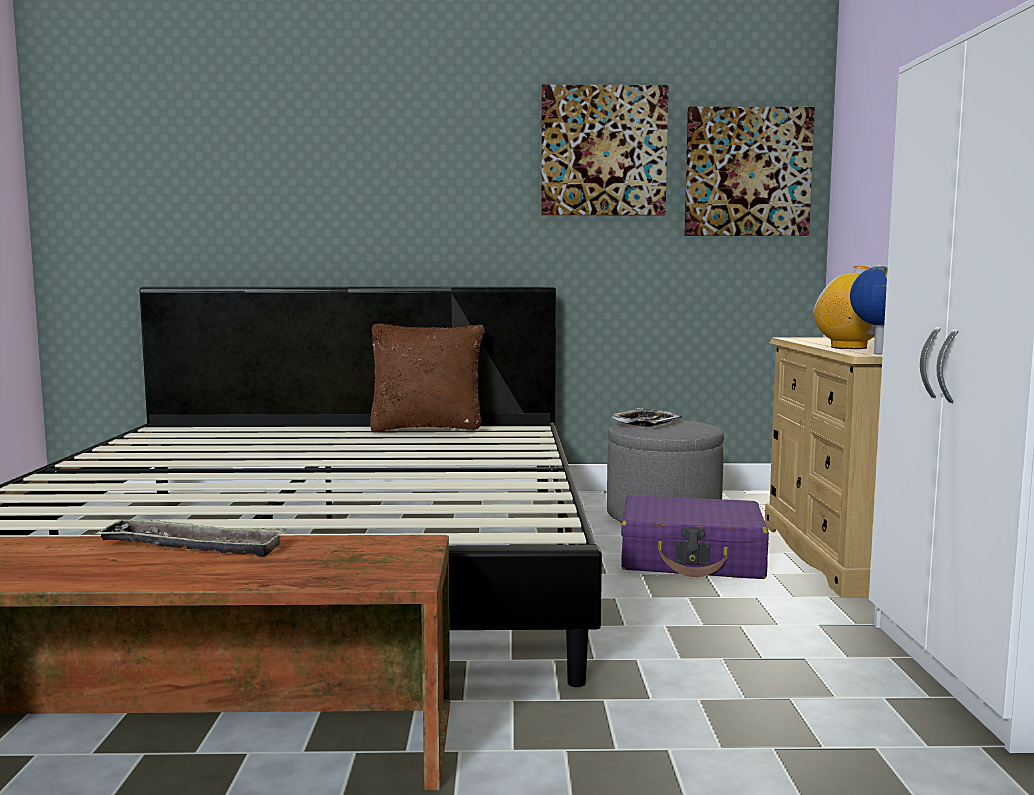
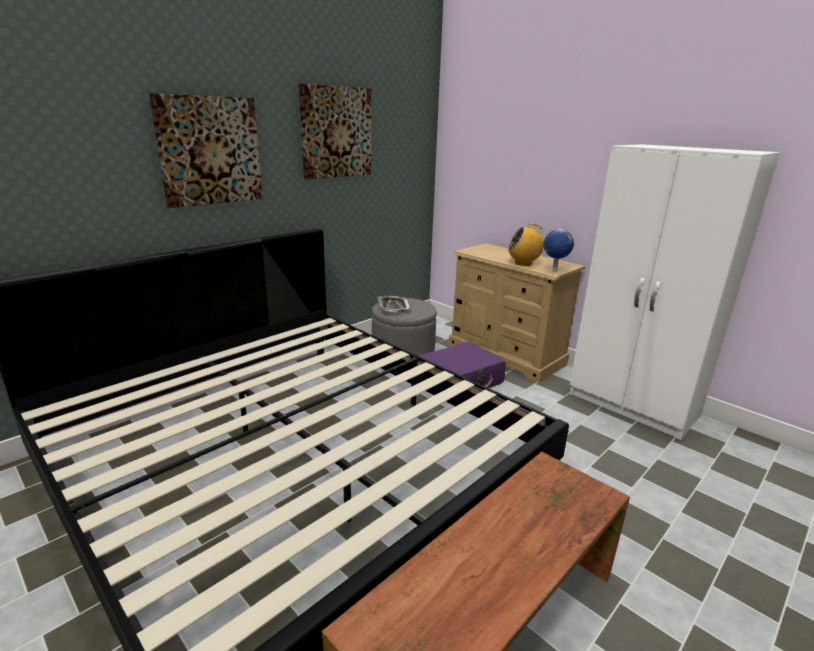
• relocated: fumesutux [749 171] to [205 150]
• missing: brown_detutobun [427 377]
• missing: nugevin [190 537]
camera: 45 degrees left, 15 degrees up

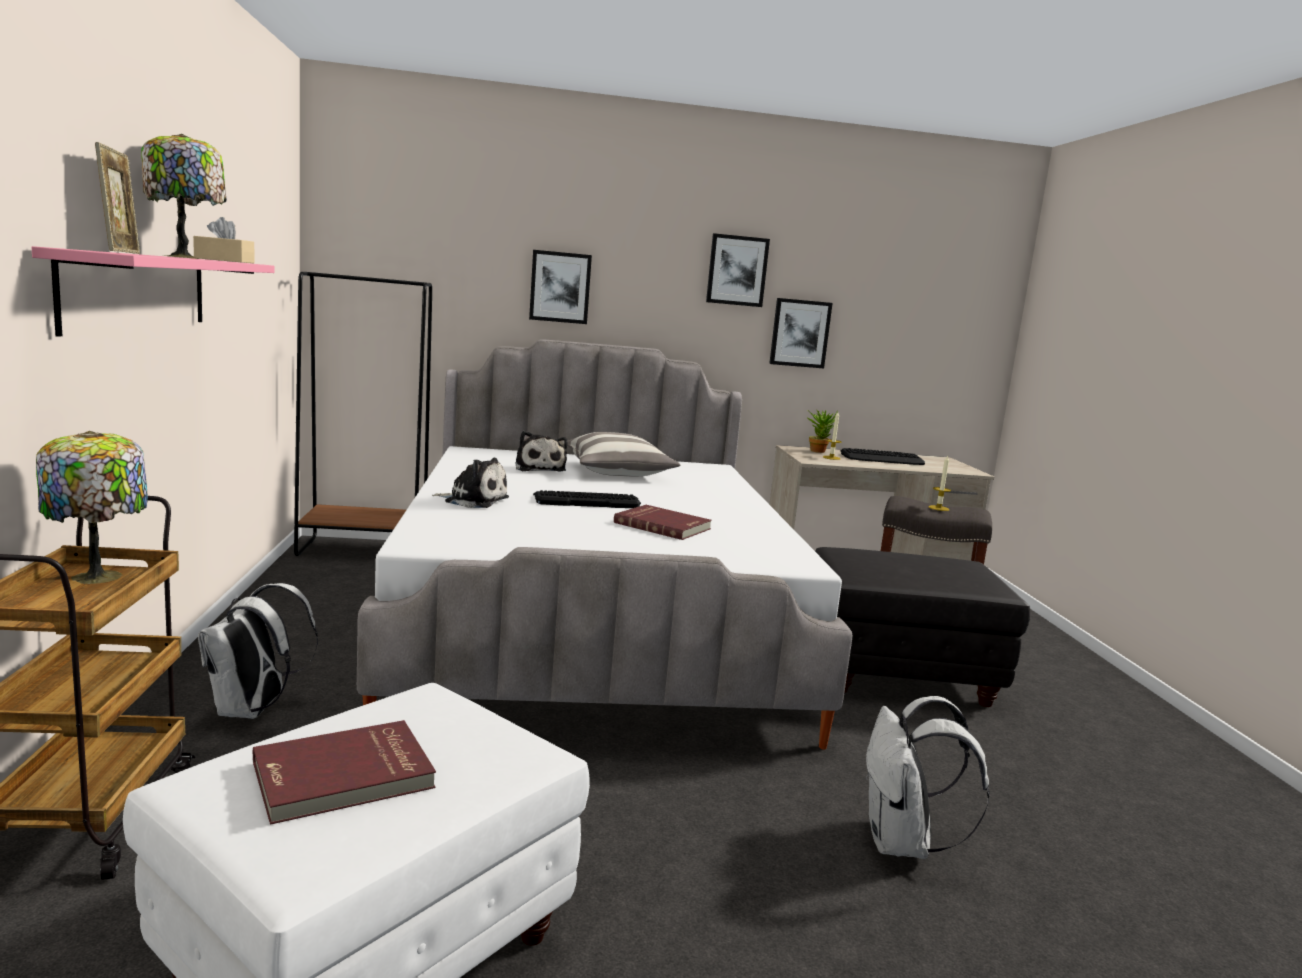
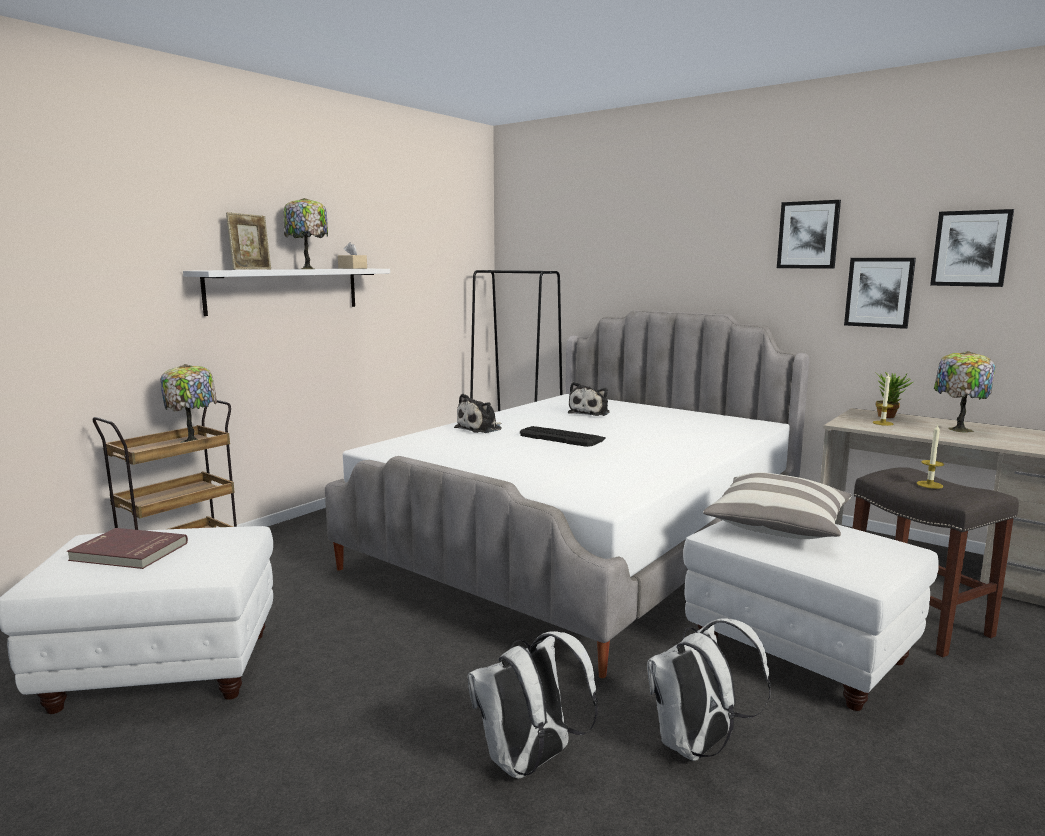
• colour: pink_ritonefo [152 291] to white_ritonefo [286 292]
• relocated: fumesutux [560 287] to [972 248]
• relocated: detutobun [623 454] to [777 505]
• exchanged: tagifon [882 456] to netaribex [964 392]
• spun: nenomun [470 483] = [478 413] 75 degrees clockwise
• missing: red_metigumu [663 522]
• colour: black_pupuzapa [922 627] to white_pupuzapa [811 615]
• relocated: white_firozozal [258 651] to [709 689]
camera: 45 degrees right, 0 degrees up

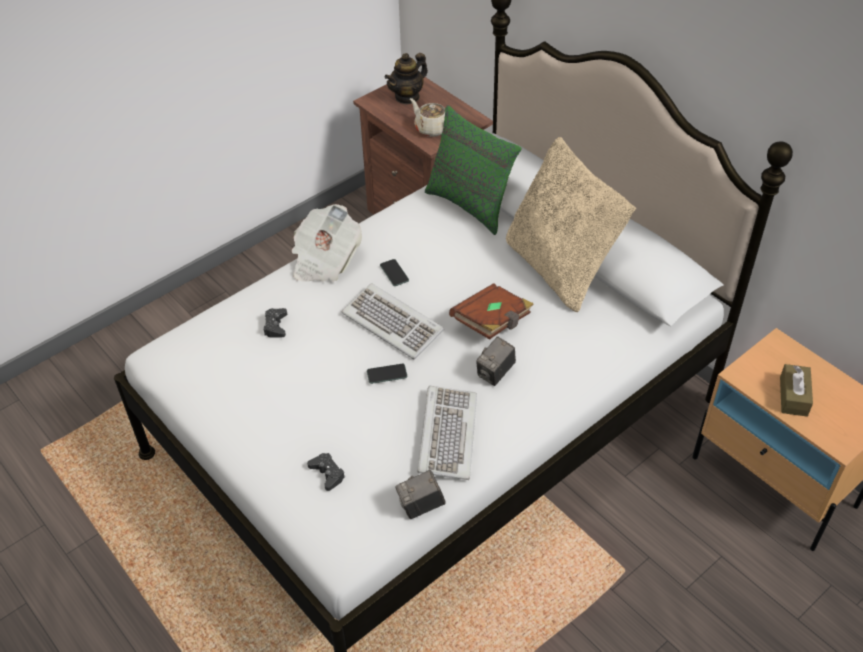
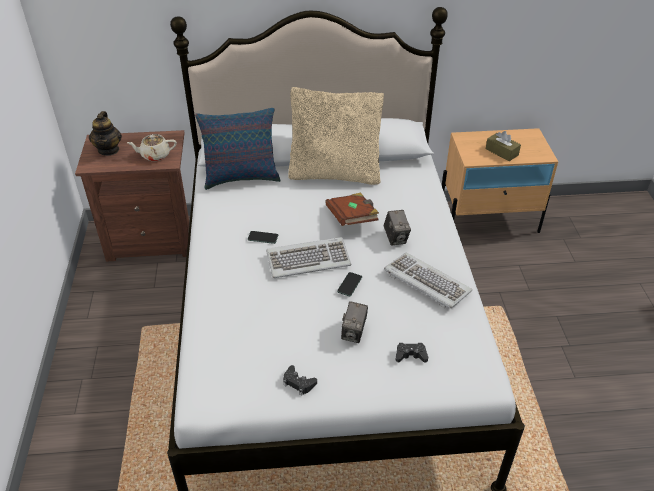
• colour: green_detutobun [473 170] to blue_detutobun [238 149]
• missing: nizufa [327 243]
• relocated: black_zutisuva [275 322] to [300 380]
• relocated: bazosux [420 494] to [354 322]
camera: 55 degrees left, 5 degrees down

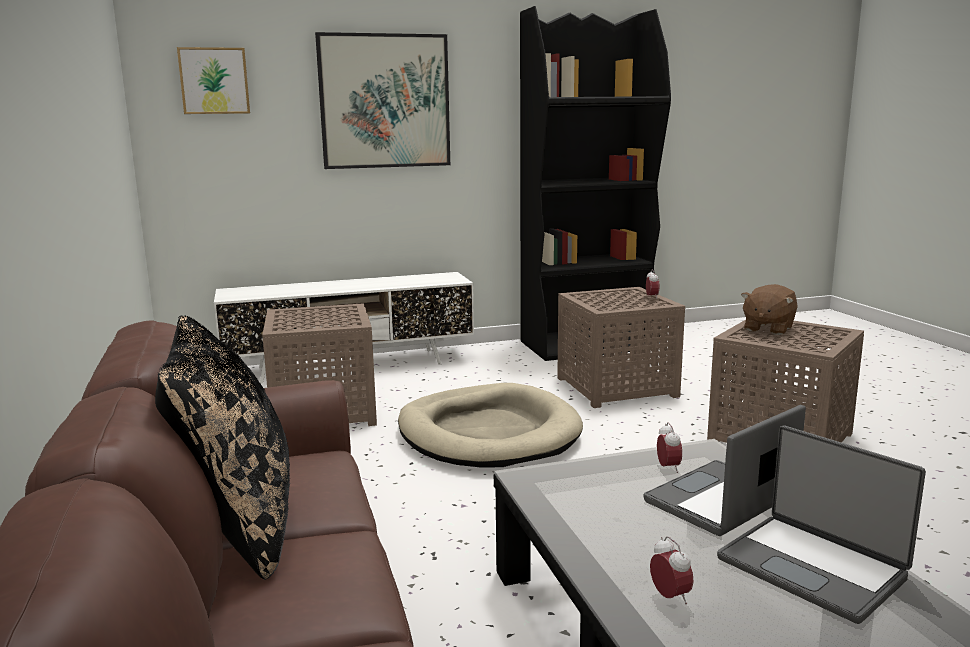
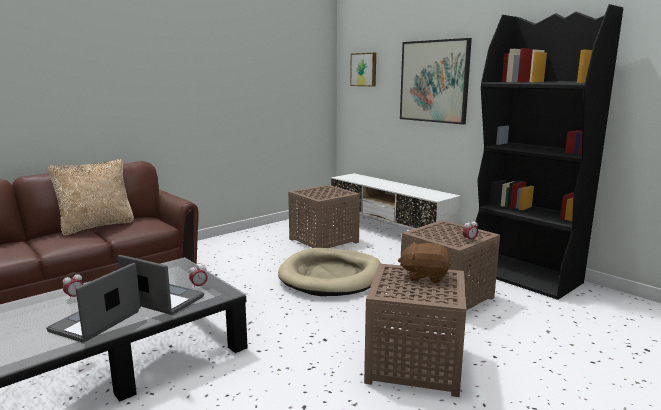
• colour: black_detutobun [222 447] to beige_detutobun [91 197]
camera: 65 degrees right, 0 degrees up

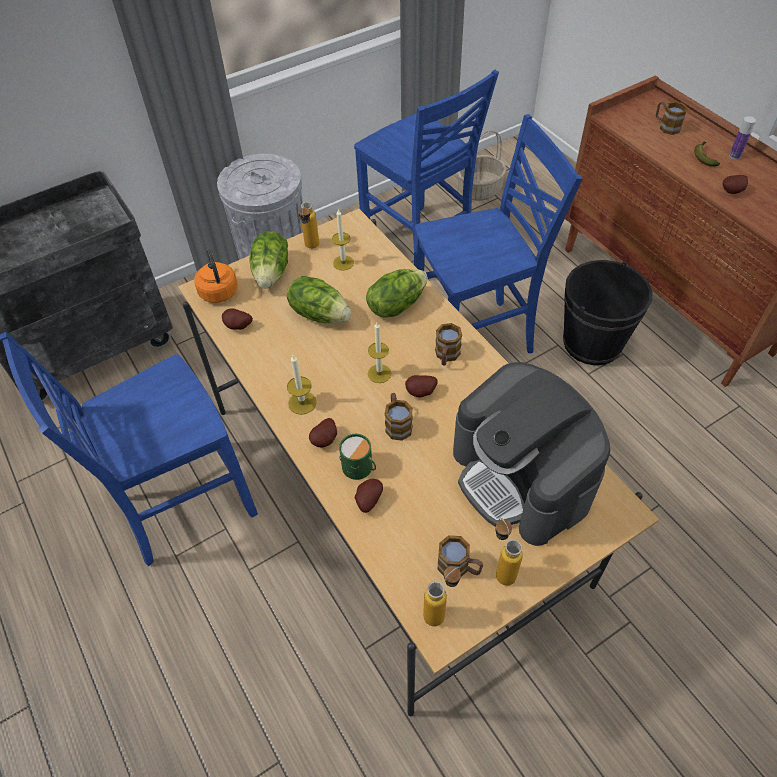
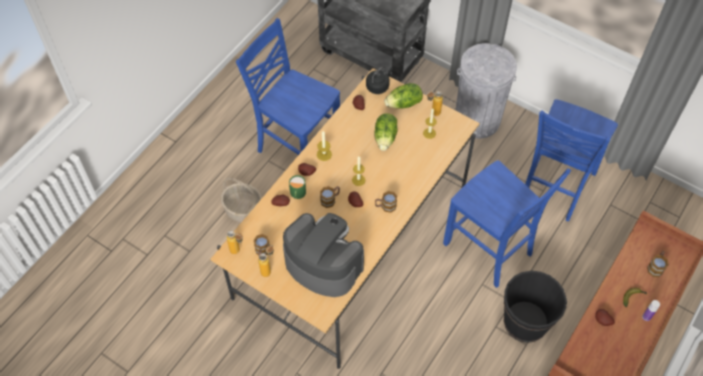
• relocated: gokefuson [481 165] to [241 200]
• colour: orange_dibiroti [216 276] to black_dibiroti [379 80]
• missing: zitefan [397 293]
• spun: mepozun [531 454] = [323 255] 90 degrees clockwise
camera: 65 degrees right, 5 degrees up

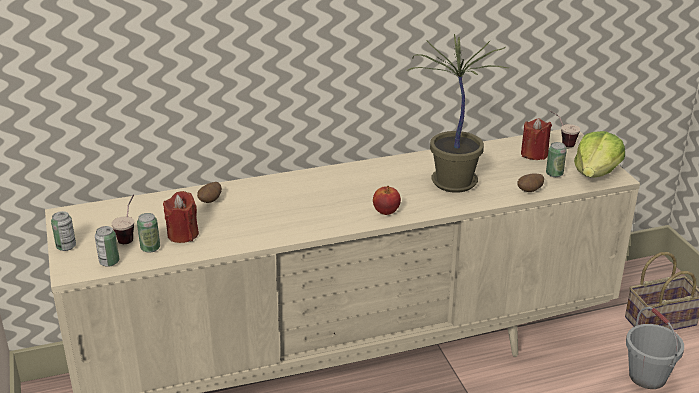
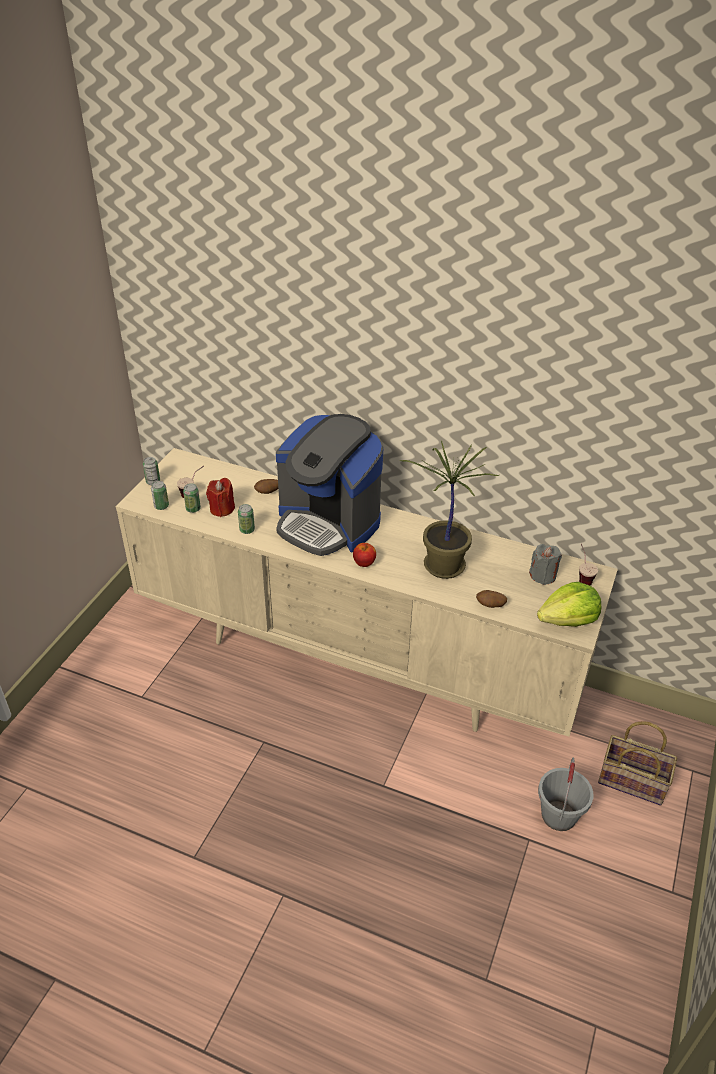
• colour: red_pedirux [536 139] to grey_pedirux [545 564]
• relocated: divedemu [556 159] to [246 519]
• appeared: mepozun [330 485]
camera: 40 degrees right, 10 degrees up

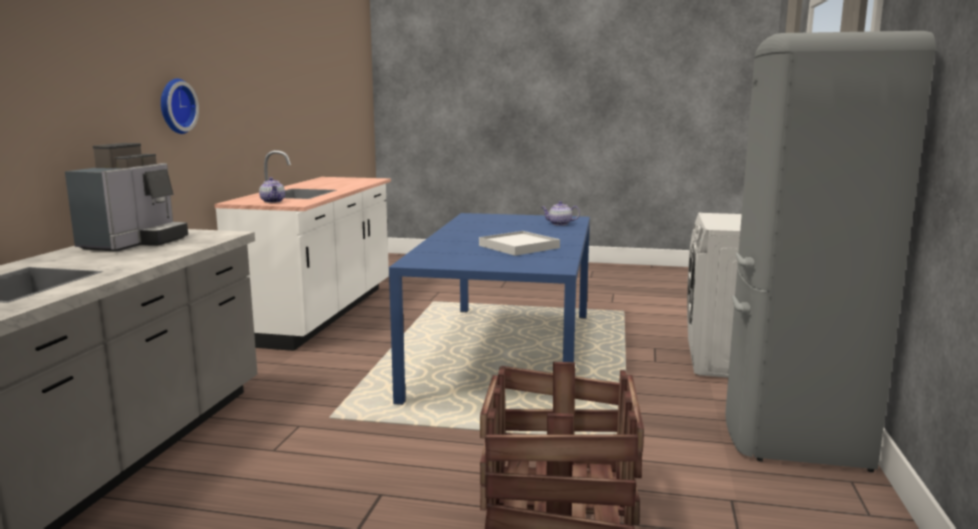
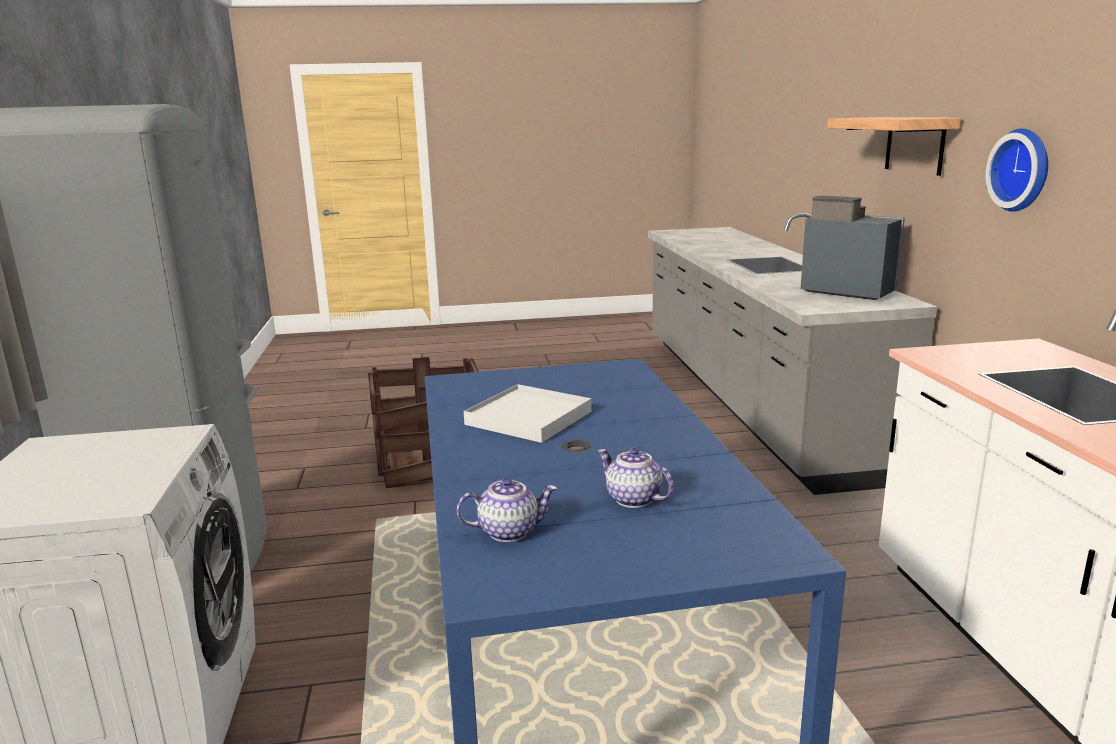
• spun: mepozun [126 197] = [853 248] 135 degrees clockwise
• relocated: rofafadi [272 190] to [636 478]
• appeared: ritonefo [894 146]
camera: 160 degrees right, 5 degrees up

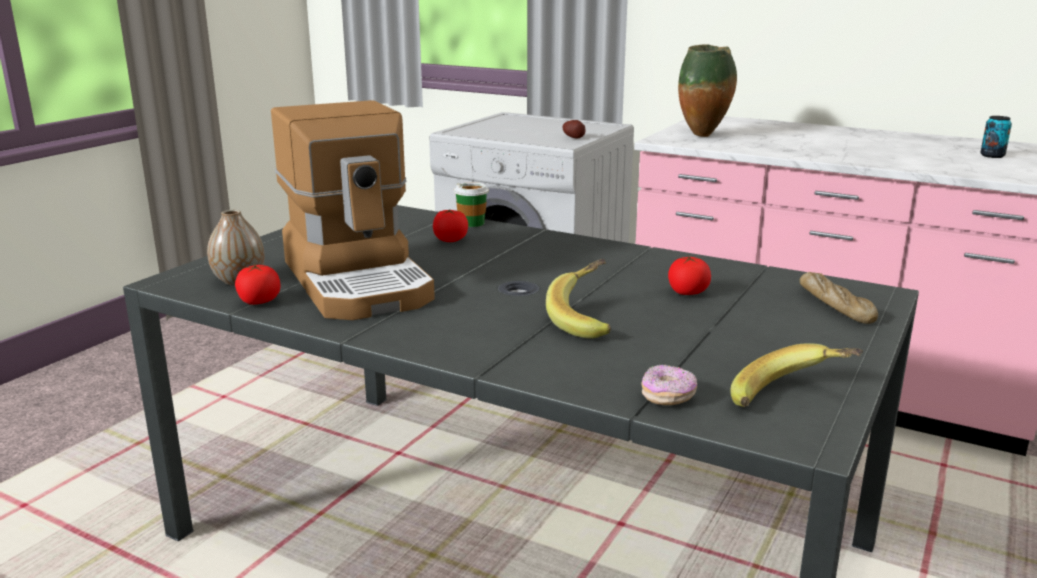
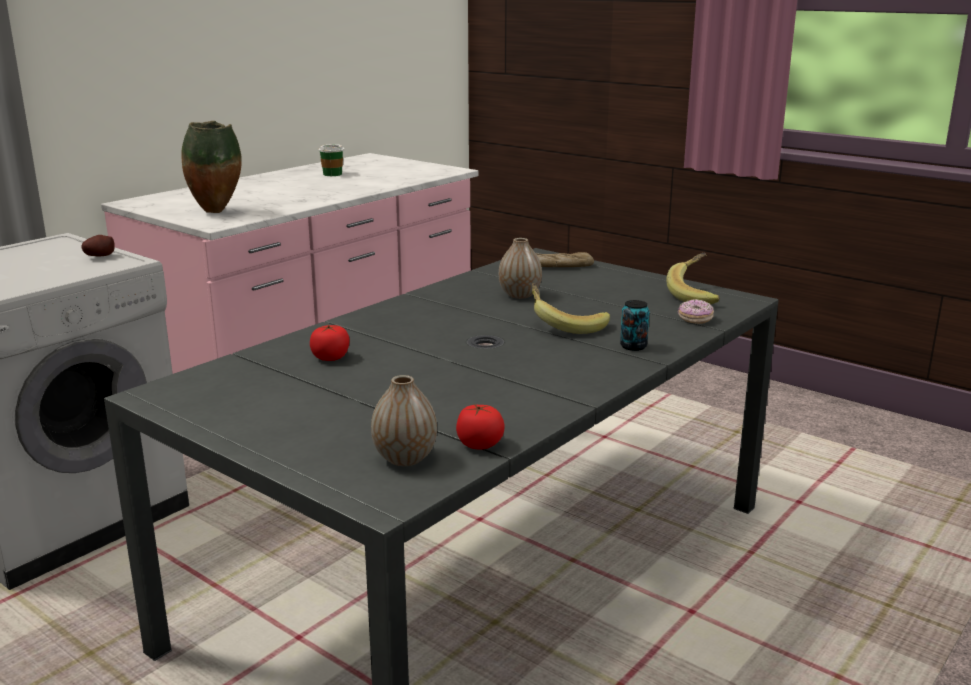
• missing: mepozun [353 210]
• relocated: divedemu [996 137] to [634 325]
• relocated: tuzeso [471 204] to [331 160]
• exchanged: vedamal [689 275] to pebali [520 268]
camera: 80 degrees left, 0 degrees up

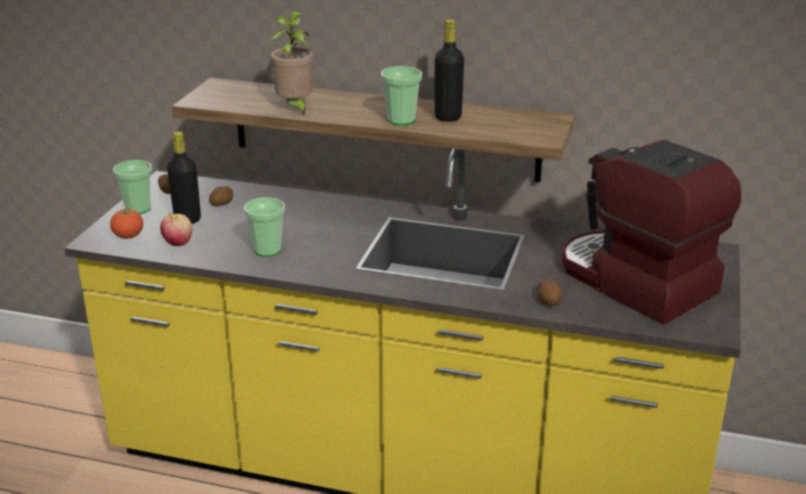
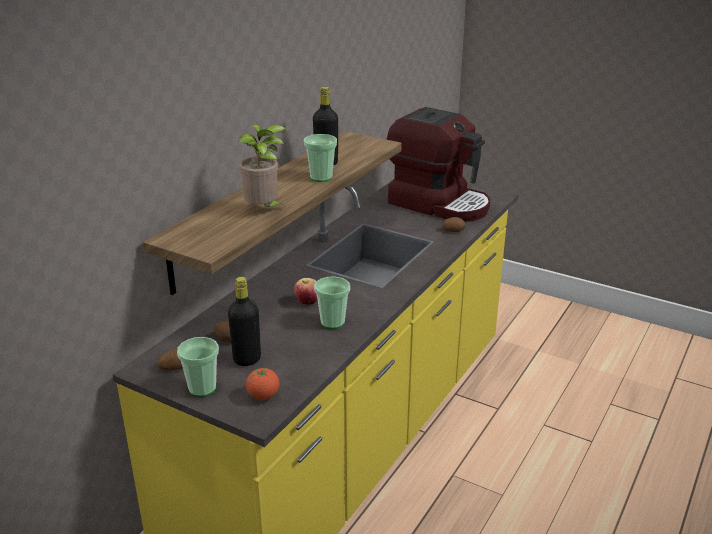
• spun: mepozun [651 232] = [438 164] 120 degrees counterclockwise
• relocated: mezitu [176 229] to [305 291]
camera: 75 degrees left, 0 degrees up

